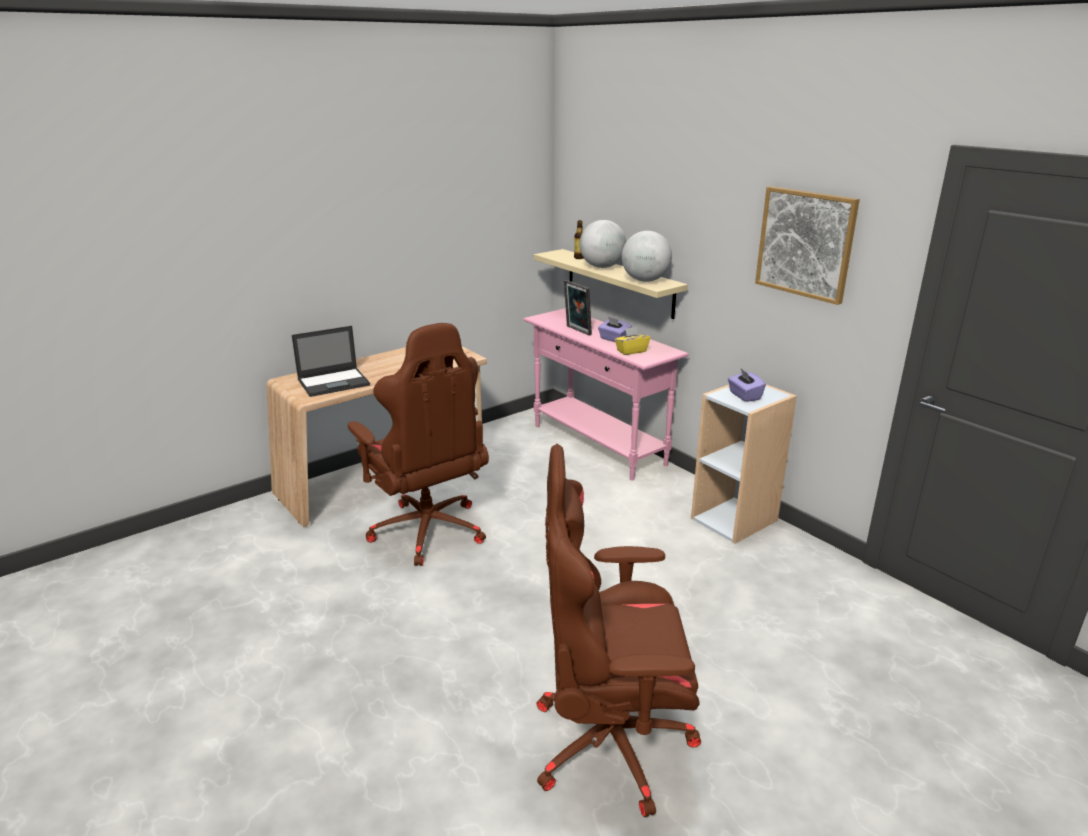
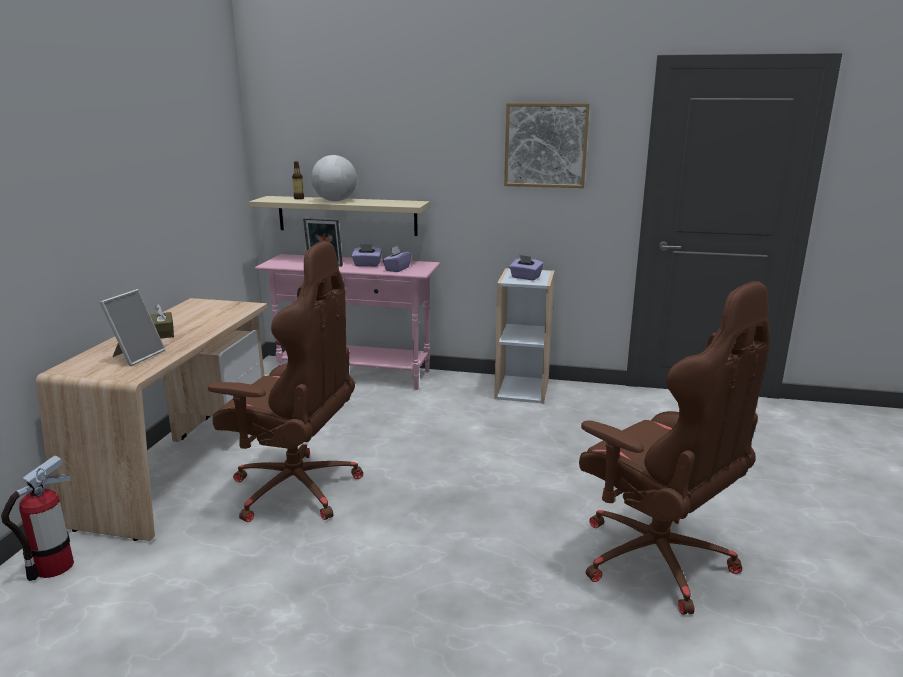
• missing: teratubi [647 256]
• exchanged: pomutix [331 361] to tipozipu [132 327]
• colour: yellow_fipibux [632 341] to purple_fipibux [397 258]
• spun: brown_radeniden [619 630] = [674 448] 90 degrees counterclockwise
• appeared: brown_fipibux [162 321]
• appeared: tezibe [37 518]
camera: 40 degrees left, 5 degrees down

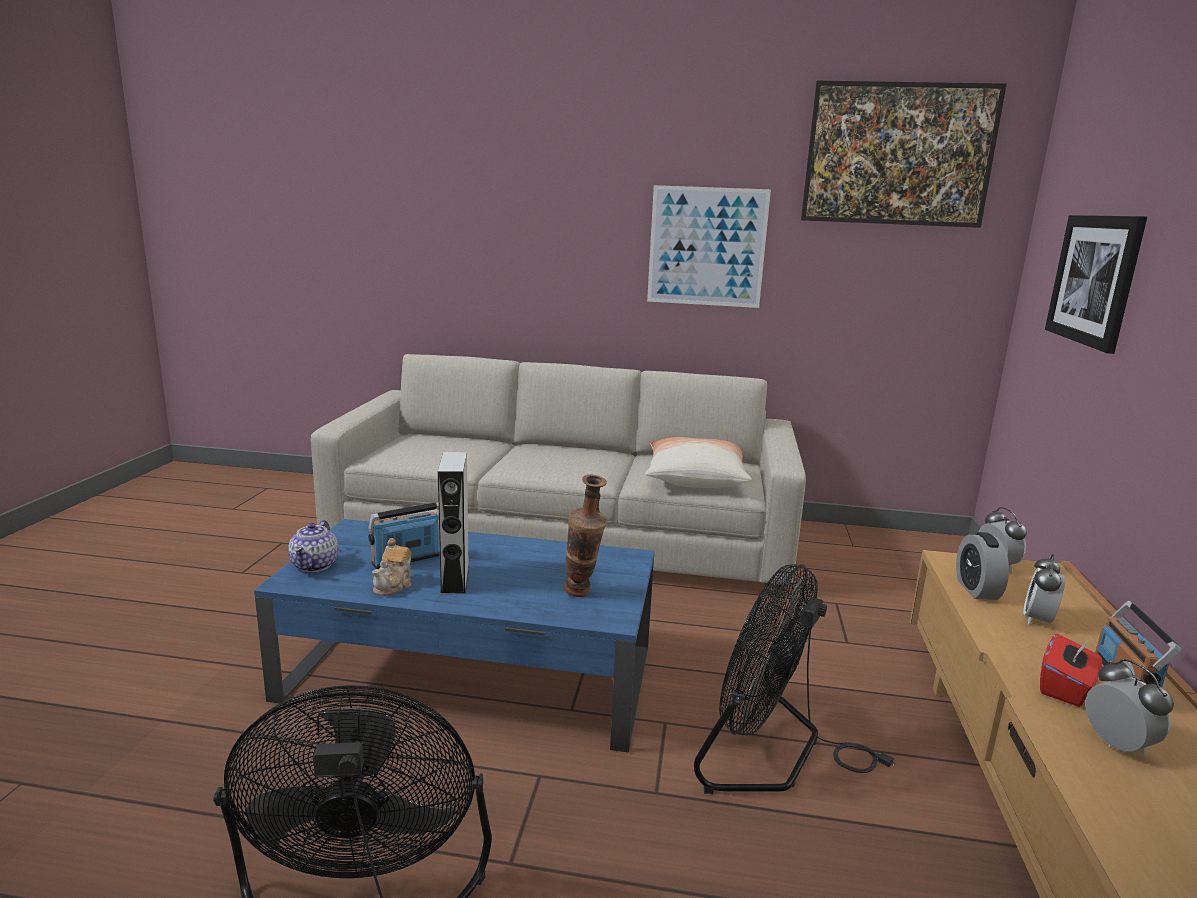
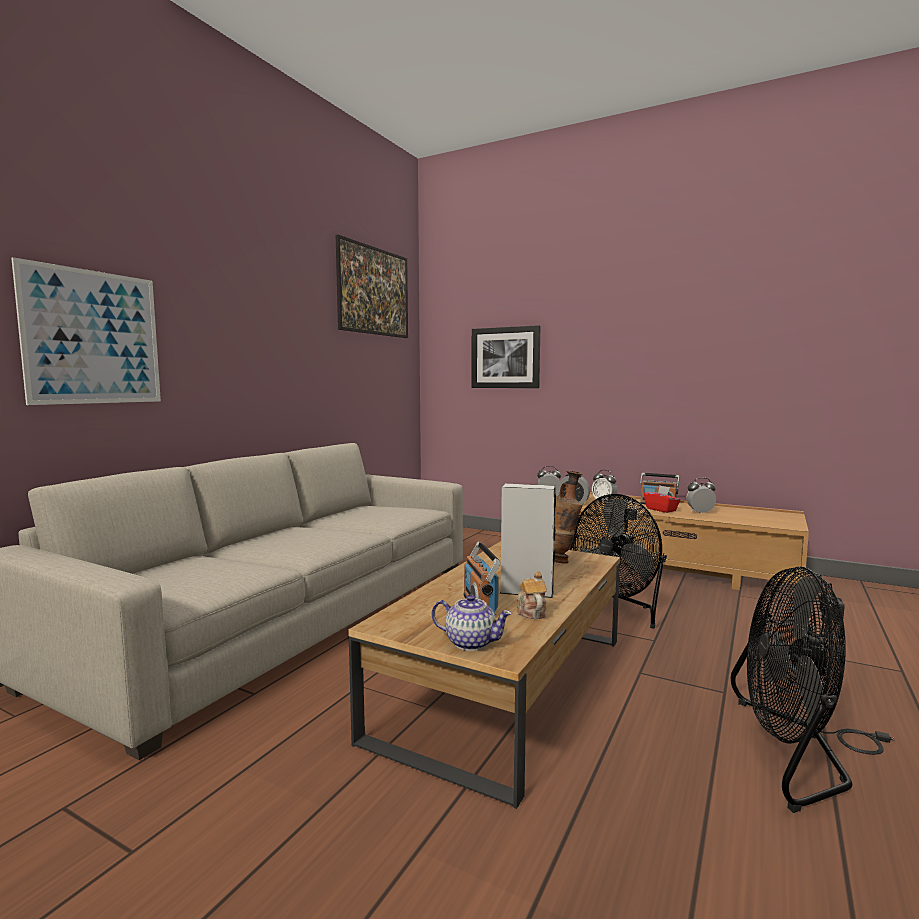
• relocated: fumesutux [709 246] to [86 331]
• missing: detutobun [698 462]
• colour: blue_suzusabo [454 636] to brown_suzusabo [484 675]
• spun: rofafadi [392 567] = [532 595] 135 degrees counterclockwise
camera: 70 degrees left, 10 degrees down

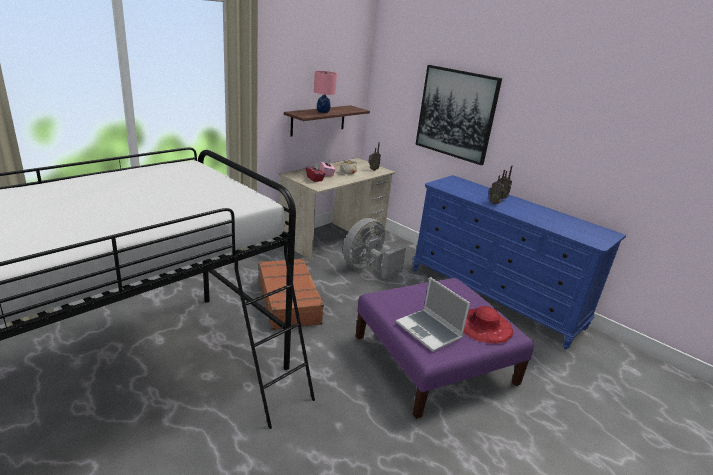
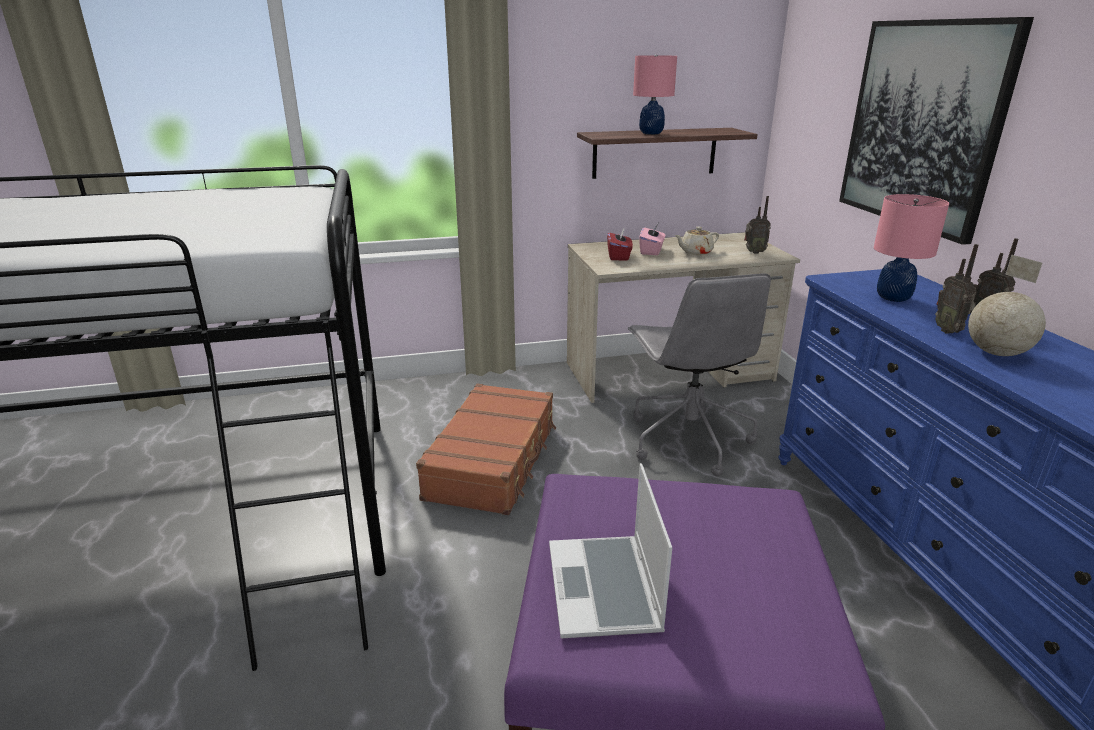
• exchanged: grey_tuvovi [374 248] to grey_radeniden [699 374]
• missing: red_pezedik [488 325]
• appeared: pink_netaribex [911 248]
• appeared: teratubi [1007 305]
camera: 35 degrees right, 0 degrees up

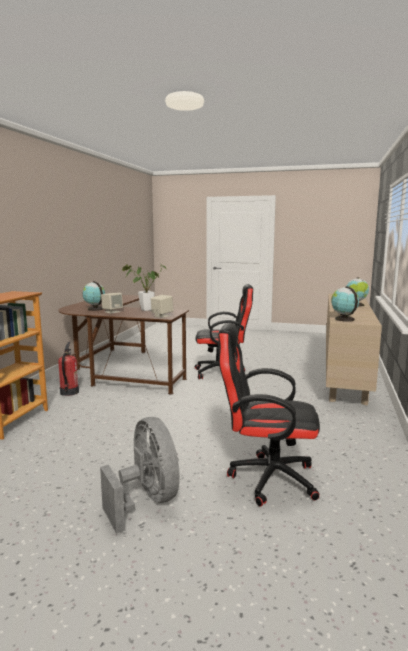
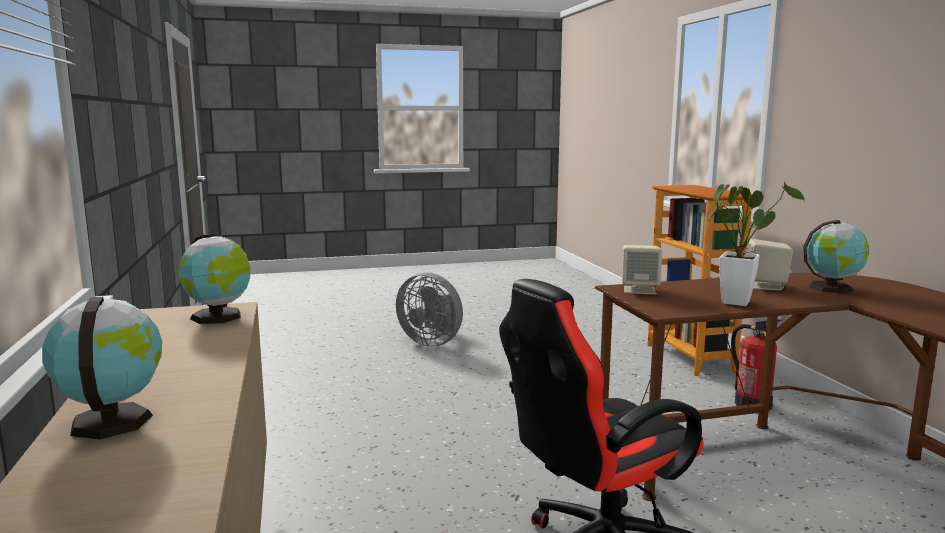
• missing: black_radeniden [269 415]
camera: 150 degrees right, 0 degrees up

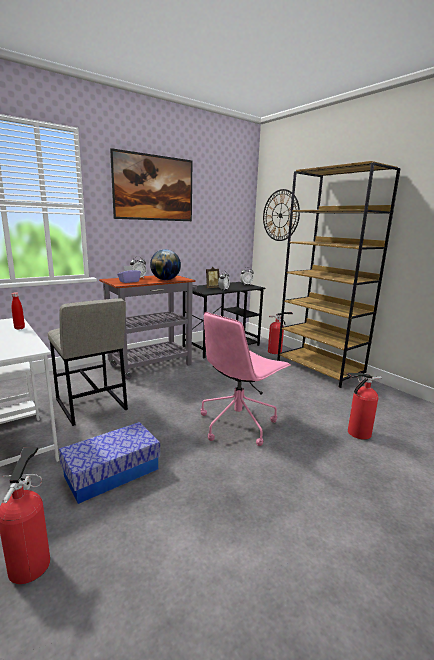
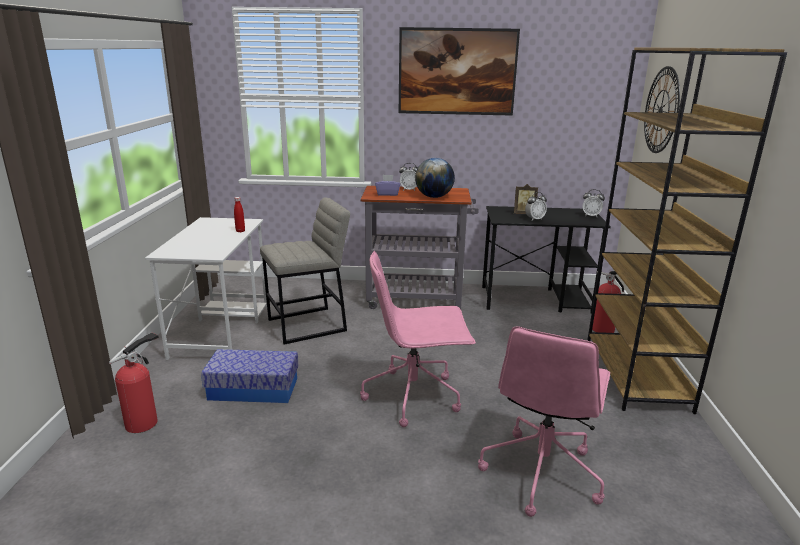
• spun: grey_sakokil [88 362] = [305 271] 120 degrees counterclockwise
• exchanged: tezibe [364 406] to pink_radeniden [544 421]
camera: 40 degrees right, 5 degrees up

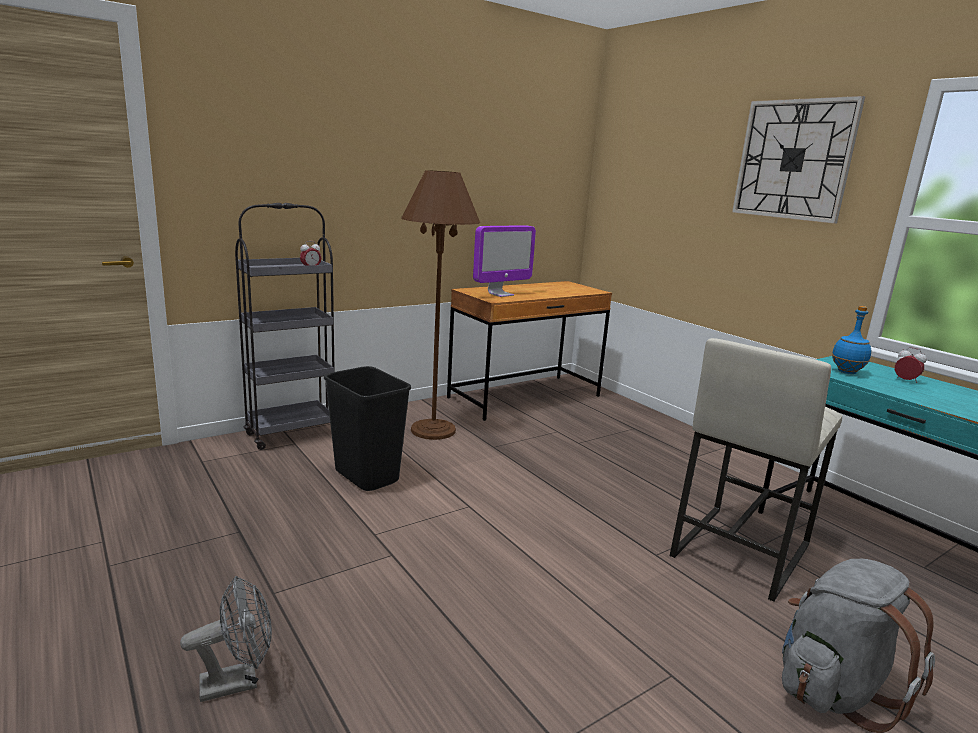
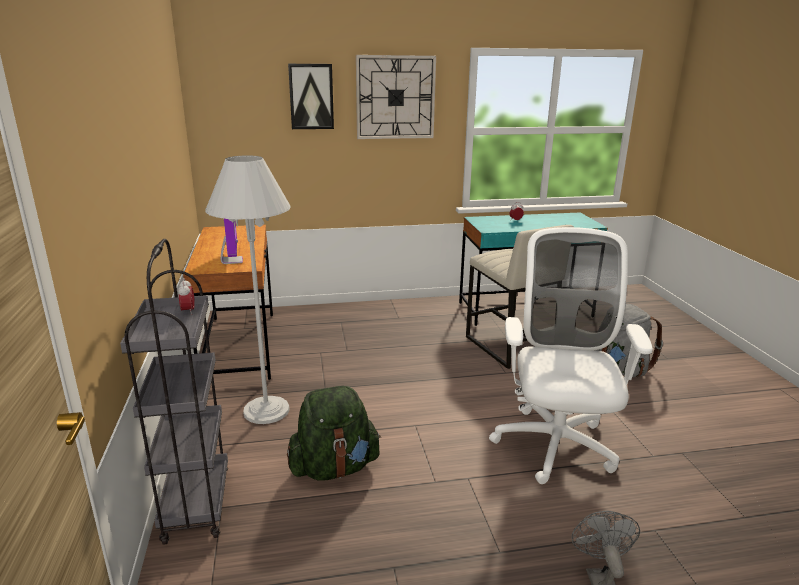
• colour: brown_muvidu [440 305] to white_muvidu [248 289]
• missing: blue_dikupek [851 340]
• exchanged: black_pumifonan [367 428] to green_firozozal [334 433]
• appeared: fumesutux [311 96]
• appeared: white_radeniden [571 355]
camera: 65 degrees left, 5 degrees up

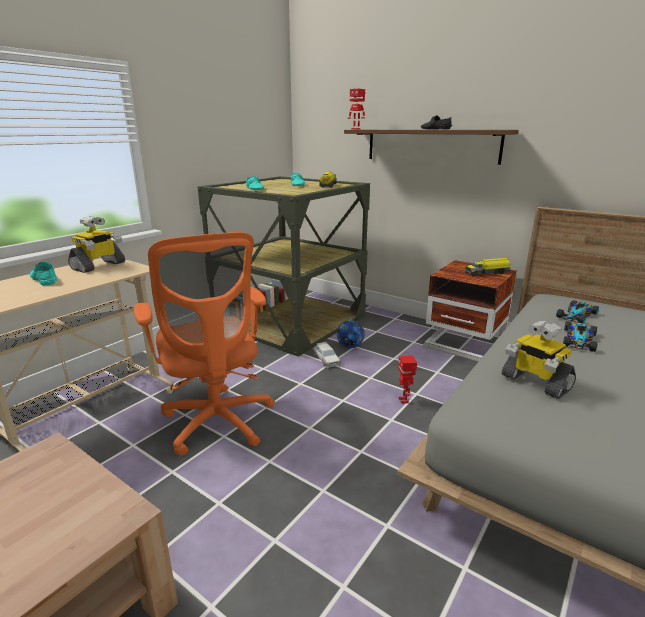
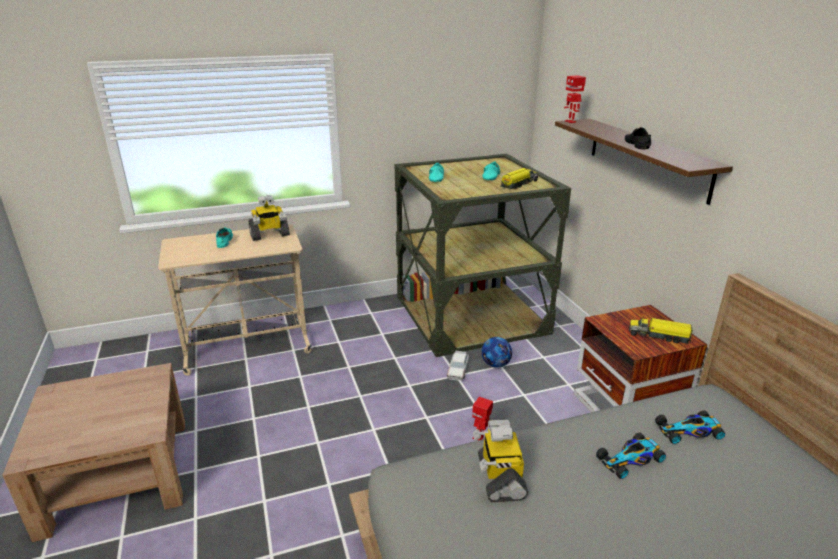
• missing: orange_radeniden [204 344]
camera: 35 degrees right, 5 degrees up

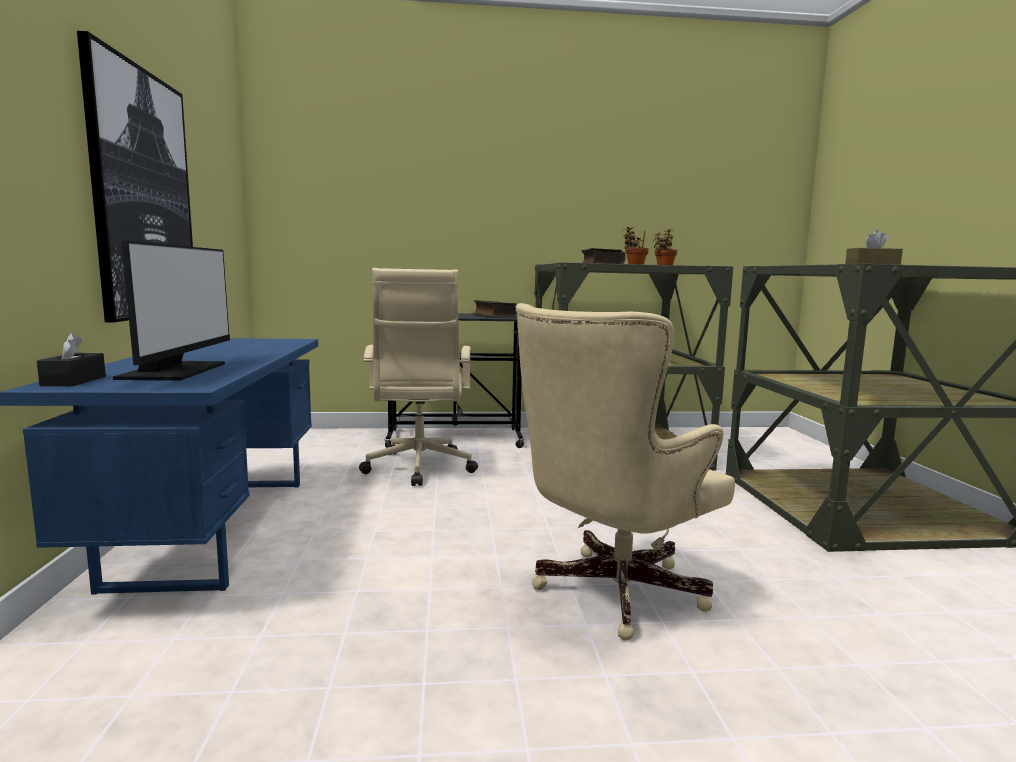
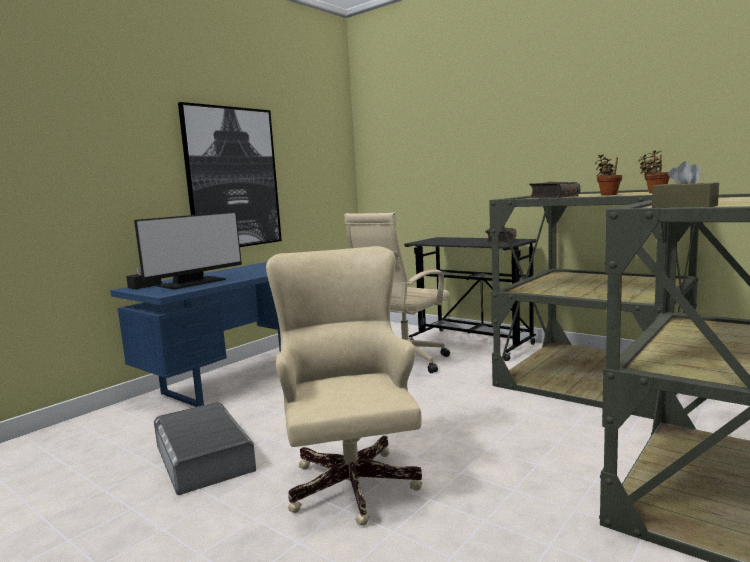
• spun: beige_radeniden [625 471] = [344 386] 75 degrees clockwise
• appeared: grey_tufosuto [205 448]
camera: 45 degrees right, 0 degrees up

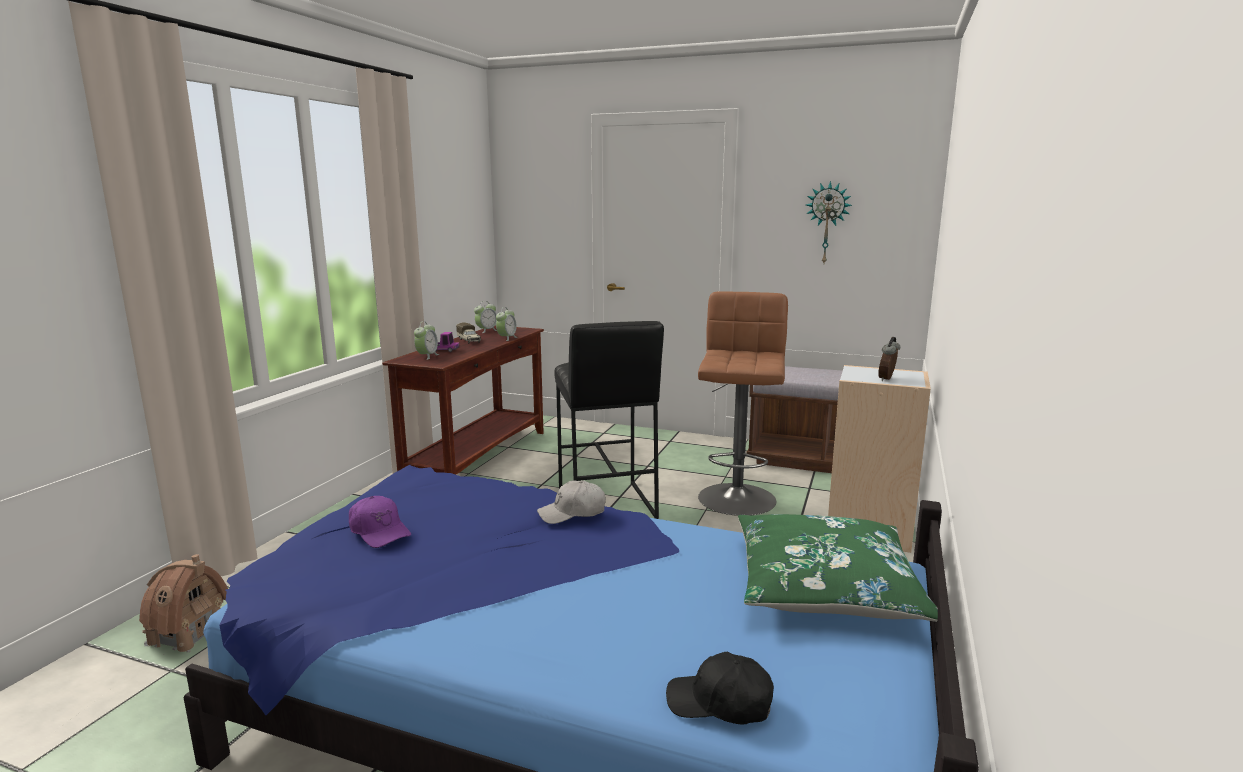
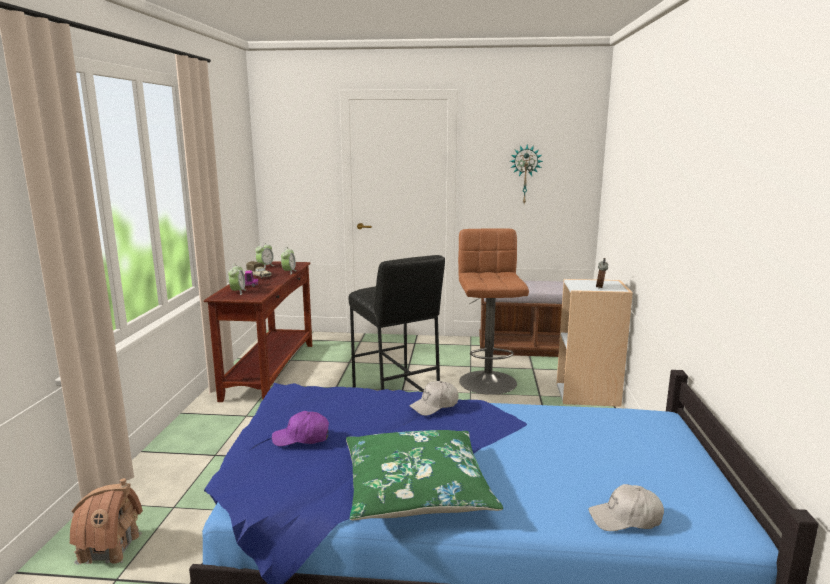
• spun: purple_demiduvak [380 522] = [300 428] 150 degrees clockwise
• relocated: green_detutobun [838 568] to [424 475]
• colour: black_demiduvak [720 688] to white_demiduvak [626 507]
camera: 15 degrees left, 0 degrees up

